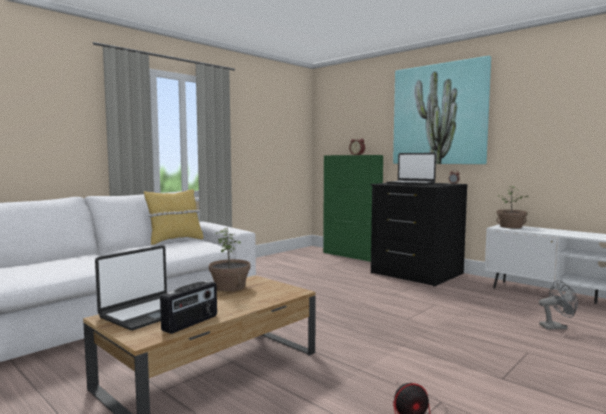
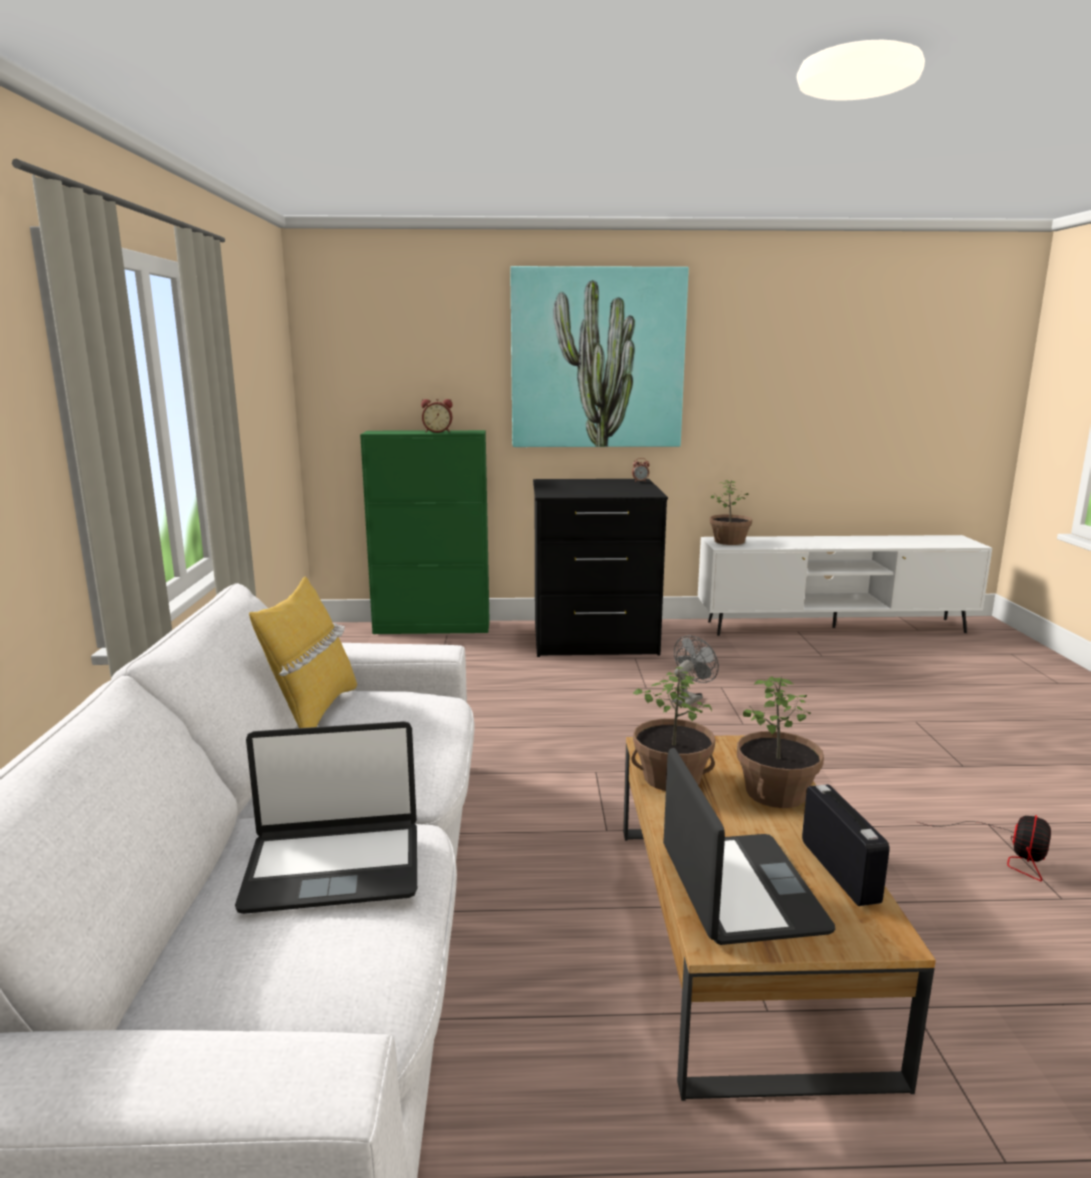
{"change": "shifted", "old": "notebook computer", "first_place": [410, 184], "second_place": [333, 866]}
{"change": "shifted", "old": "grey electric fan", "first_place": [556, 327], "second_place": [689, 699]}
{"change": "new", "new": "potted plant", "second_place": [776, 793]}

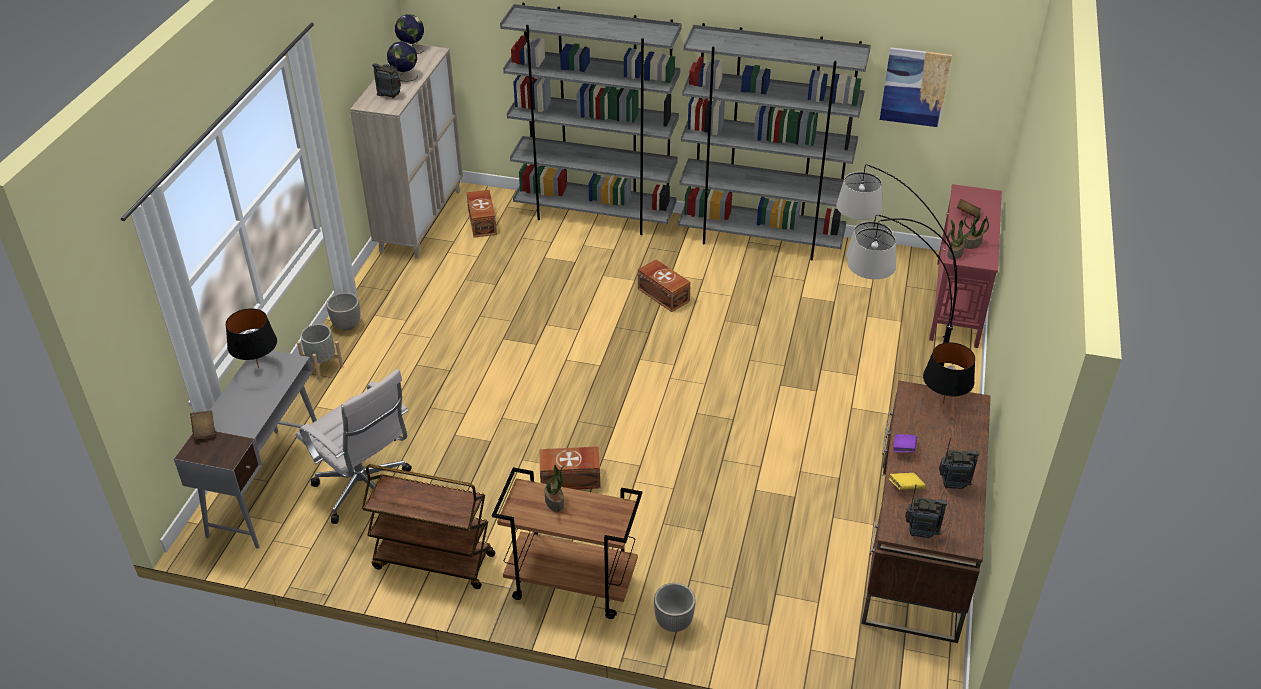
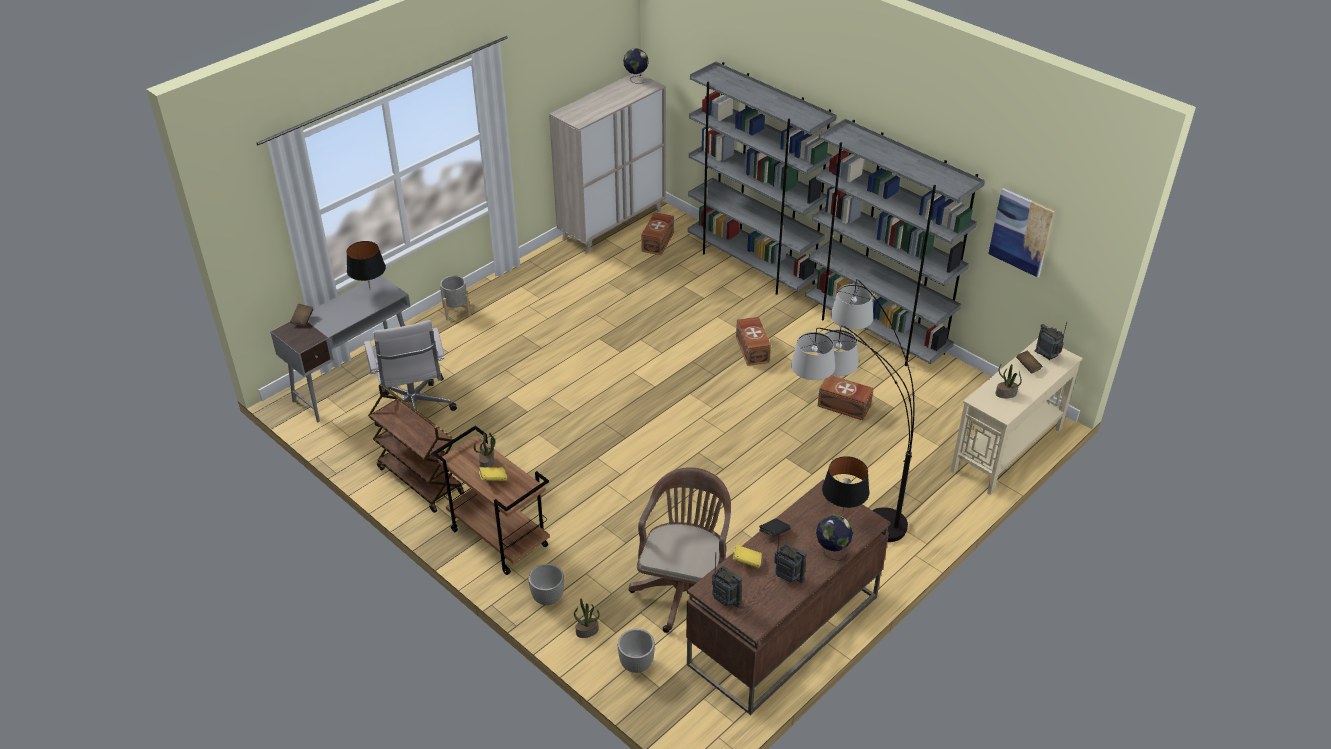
{"change": "new", "new": "yellow-coloured volume", "second_place": [493, 479]}
{"change": "shifted", "old": "potted plant", "first_place": [954, 253], "second_place": [587, 631]}
{"change": "shifted", "old": "flower pot", "first_place": [347, 325], "second_place": [637, 664]}
{"change": "new", "new": "brownish office chair", "second_place": [684, 588]}
{"change": "repainted", "old": "purple volume", "new": "black-coloured volume", "first_place": [903, 449], "second_place": [774, 533]}
{"change": "shifted", "old": "world globe", "first_place": [404, 77], "second_place": [831, 551]}
{"change": "shifted", "old": "brownish storage bin", "first_place": [571, 479], "second_place": [844, 406]}
{"change": "repainted", "old": "red console table", "new": "beige-coloured console table", "first_place": [956, 303], "second_place": [1006, 449]}
{"change": "shifted", "old": "radio", "first_place": [390, 96], "second_place": [1047, 356]}

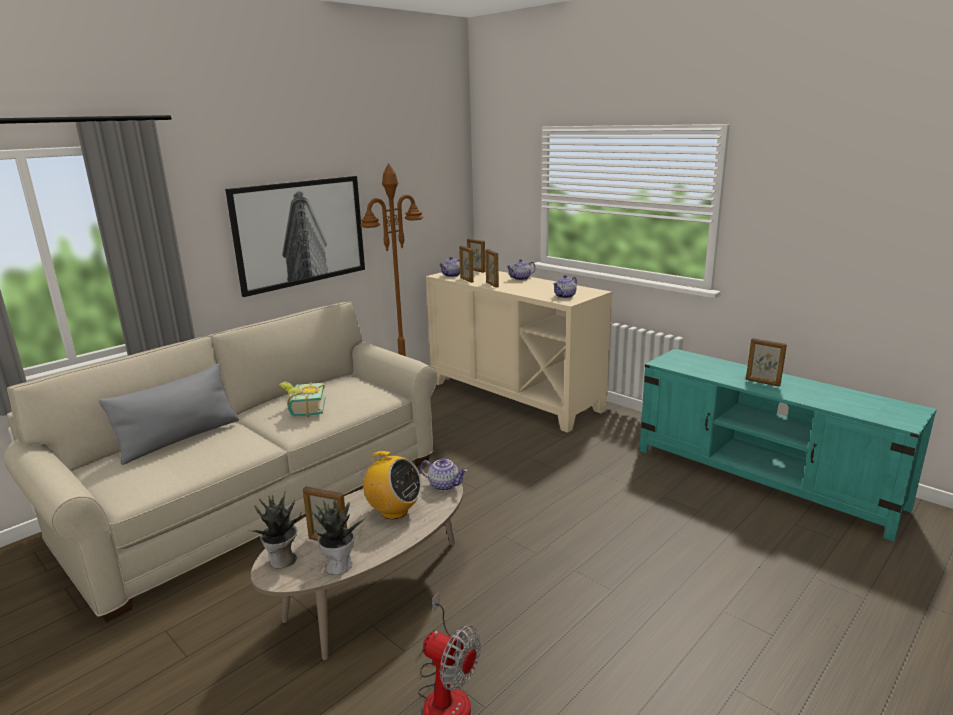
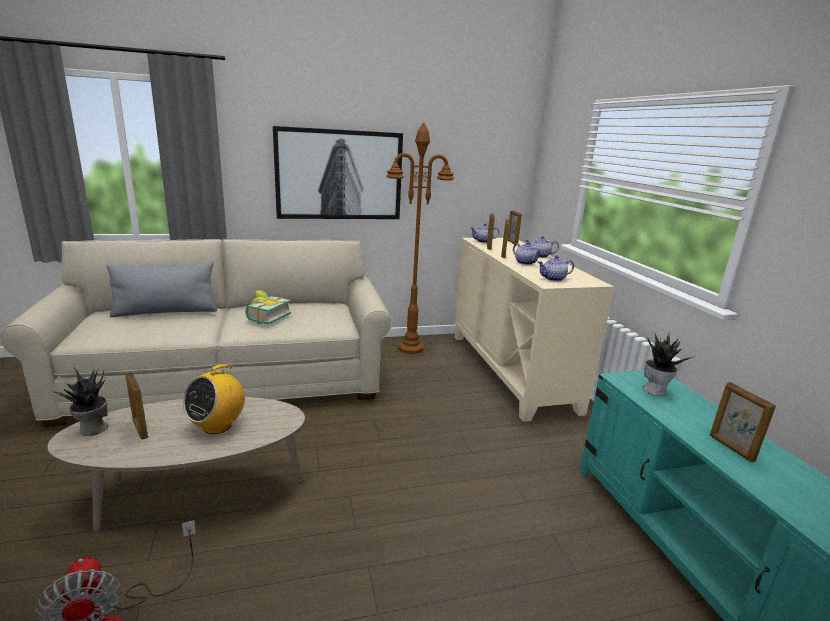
{"change": "rotated", "old": "radio", "first_place": [394, 511], "second_place": [217, 426], "degrees": 60}
{"change": "shifted", "old": "tea pot", "first_place": [444, 485], "second_place": [525, 263]}
{"change": "shifted", "old": "potted plant", "first_place": [339, 565], "second_place": [655, 390]}

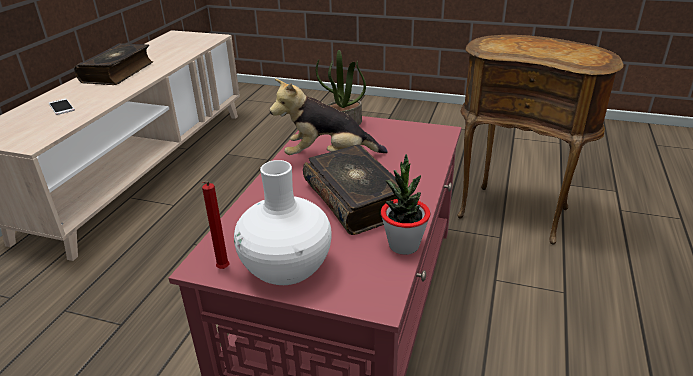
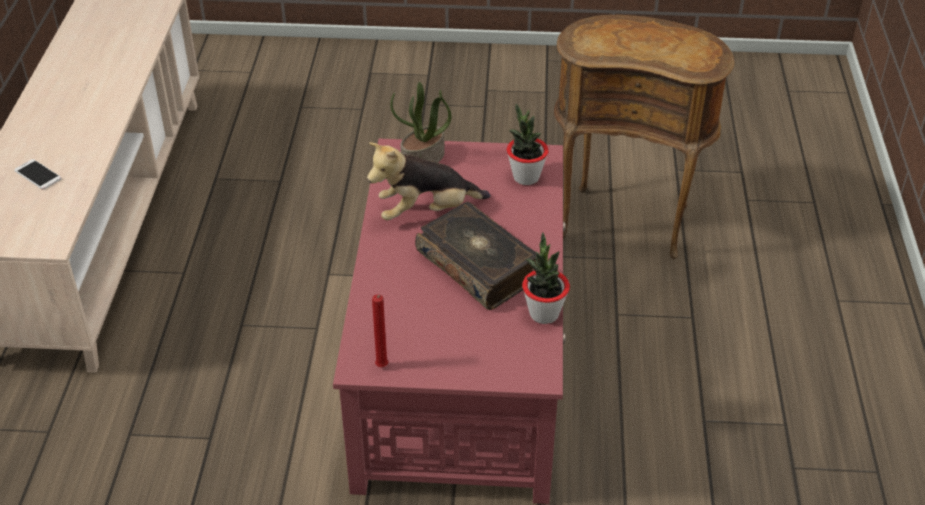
{"change": "new", "new": "potted plant", "second_place": [526, 177]}
{"change": "gone", "old": "volume", "first_place": [118, 72]}
{"change": "gone", "old": "whitish flower vase", "first_place": [286, 268]}

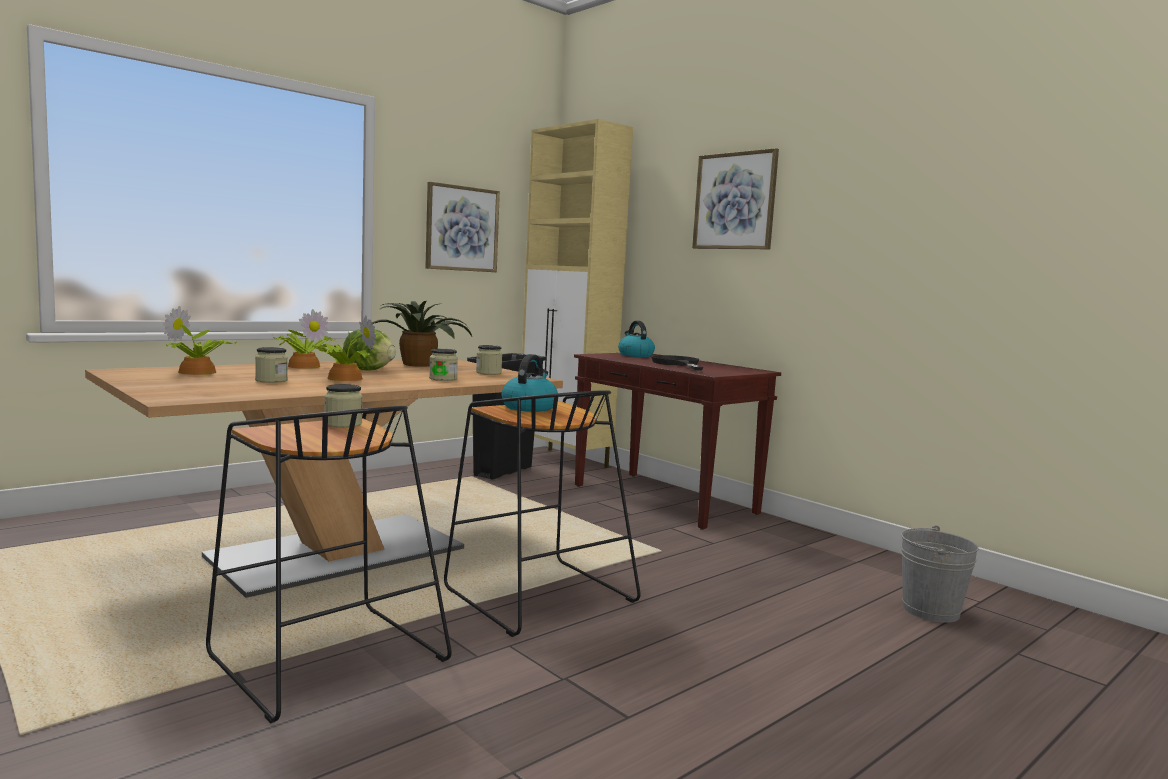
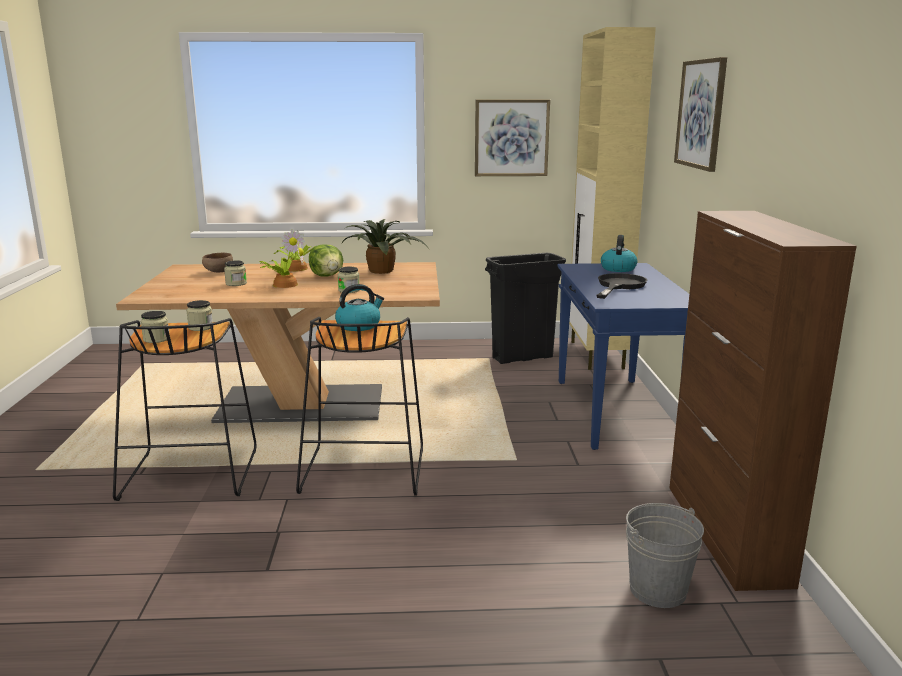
{"change": "shifted", "old": "preserve jar", "first_place": [488, 373], "second_place": [156, 339]}
{"change": "swapped", "old": "potted plant", "new": "brownish serving bowl", "first_place": [197, 372], "second_place": [218, 272]}
{"change": "repainted", "old": "brownish console table", "new": "blue console table", "first_place": [665, 500], "second_place": [616, 413]}
{"change": "new", "new": "brownish cupboard", "second_place": [726, 533]}

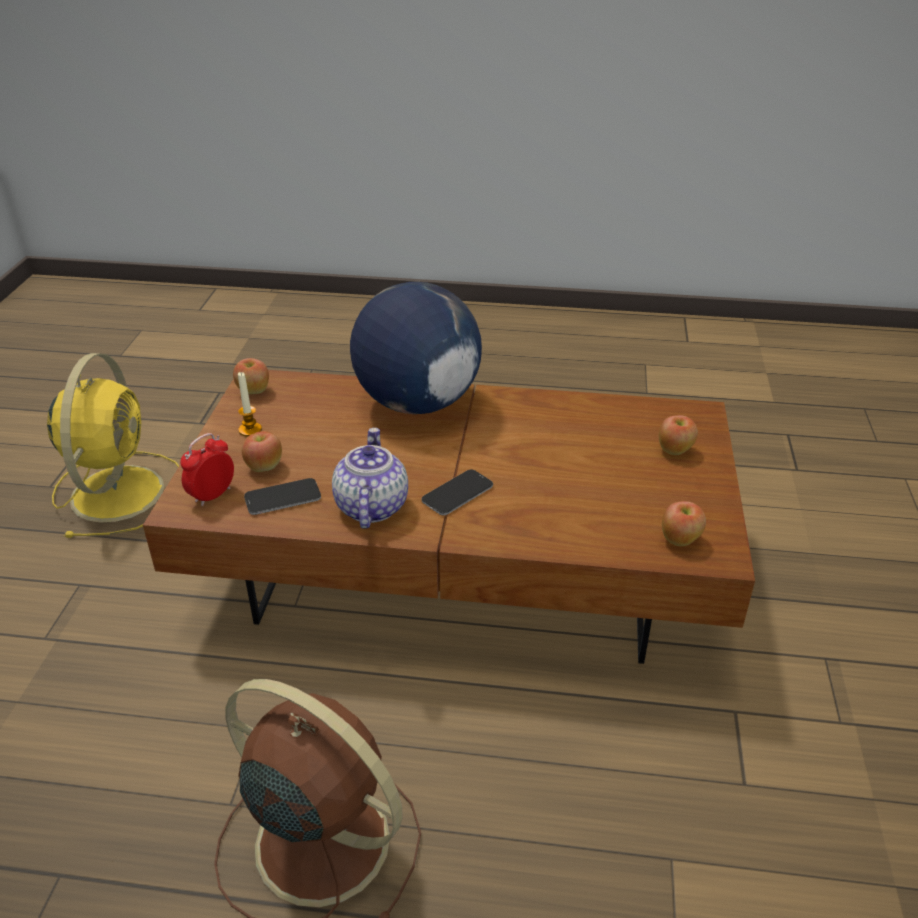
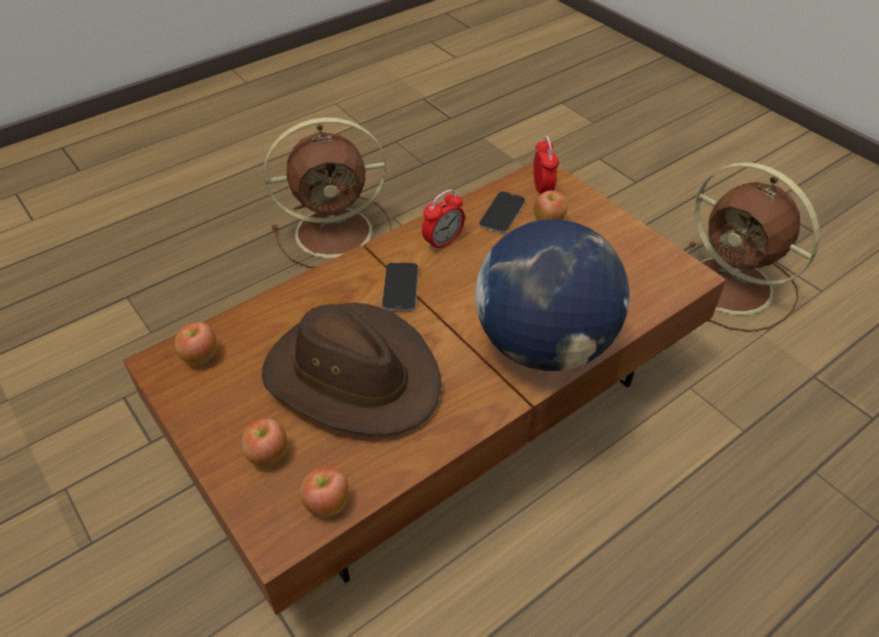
{"change": "new", "new": "brownish wearable hat", "second_place": [353, 375]}
{"change": "shifted", "old": "apple", "first_place": [253, 391], "second_place": [327, 504]}
{"change": "swapped", "old": "tea pot", "new": "alarm clock", "first_place": [370, 506], "second_place": [443, 242]}
{"change": "repainted", "old": "yellow-coloured electric fan", "new": "brownish electric fan", "first_place": [119, 490], "second_place": [733, 287]}
{"change": "gone", "old": "wax candle", "first_place": [250, 430]}

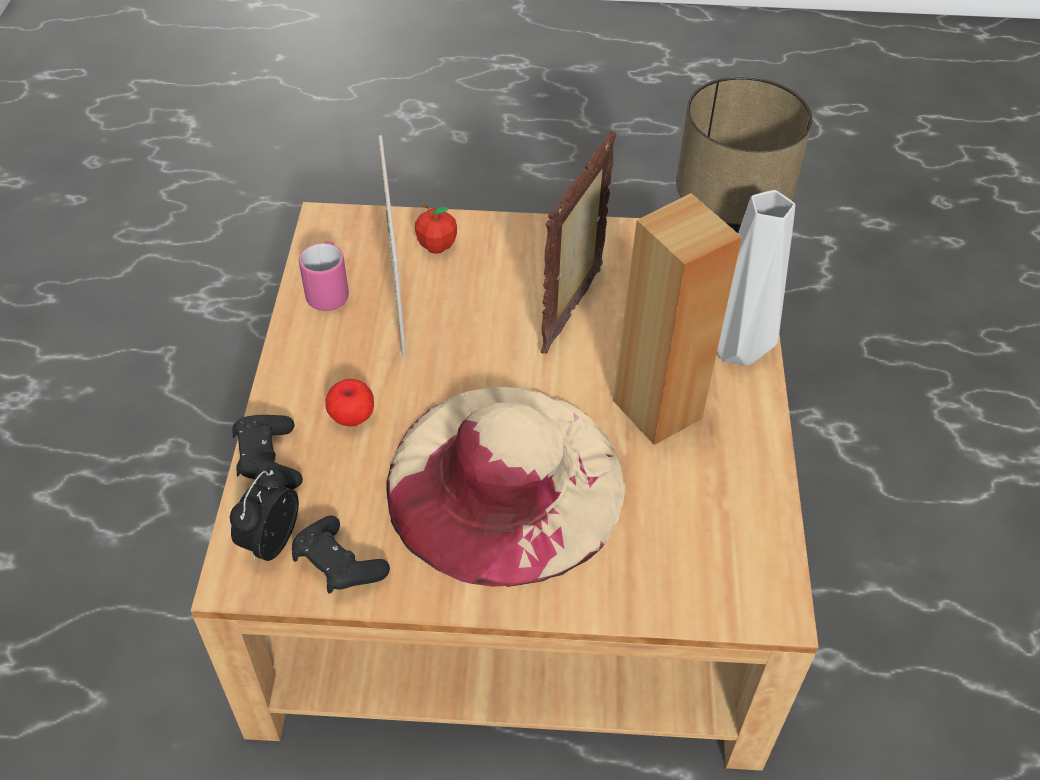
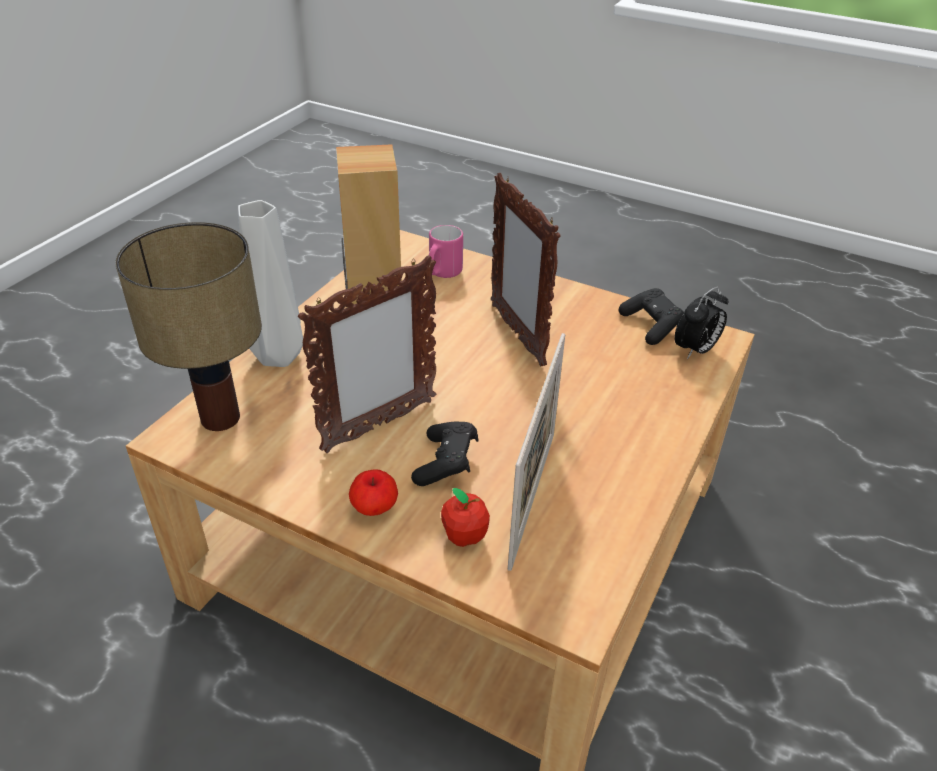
{"change": "shifted", "old": "apple", "first_place": [352, 417], "second_place": [374, 509]}
{"change": "shifted", "old": "black-coloured game controller", "first_place": [268, 461], "second_place": [446, 463]}
{"change": "shifted", "old": "pink-coloured tea mug", "first_place": [329, 292], "second_place": [442, 273]}
{"change": "swapped", "old": "beige-coloured wearable hat", "new": "picture frame", "first_place": [505, 481], "second_place": [517, 334]}

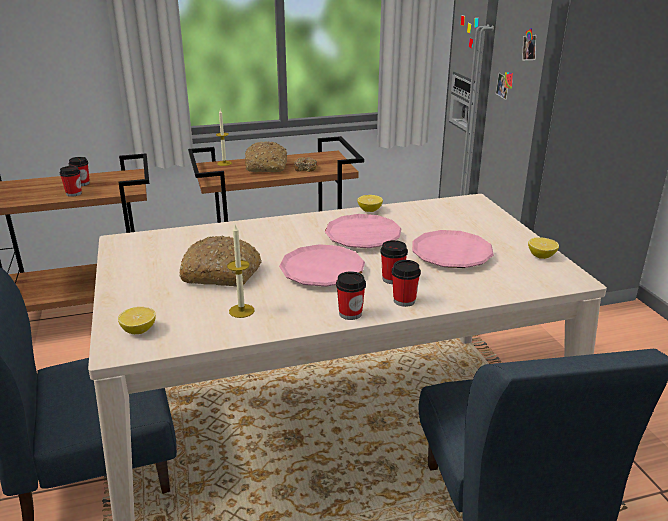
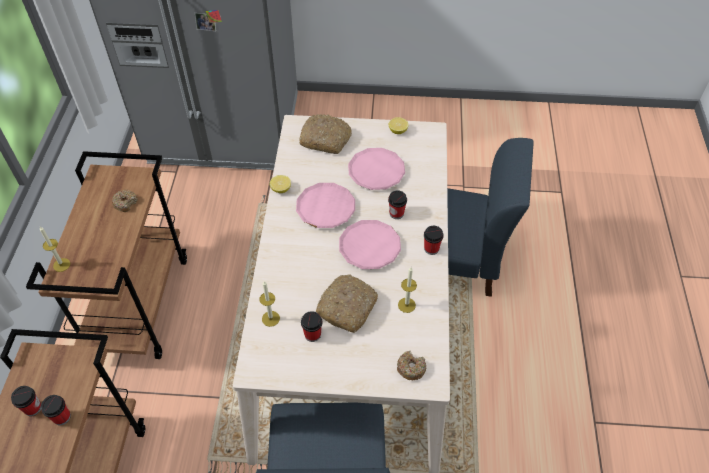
{"change": "new", "new": "wax candle", "second_place": [270, 318]}
{"change": "shifted", "old": "bread", "first_place": [267, 166], "second_place": [326, 139]}
{"change": "shifted", "old": "drinking cup", "first_place": [404, 300], "second_place": [312, 334]}
{"change": "swapped", "old": "whole lemon", "new": "doughnut", "first_place": [139, 330], "second_place": [411, 368]}

